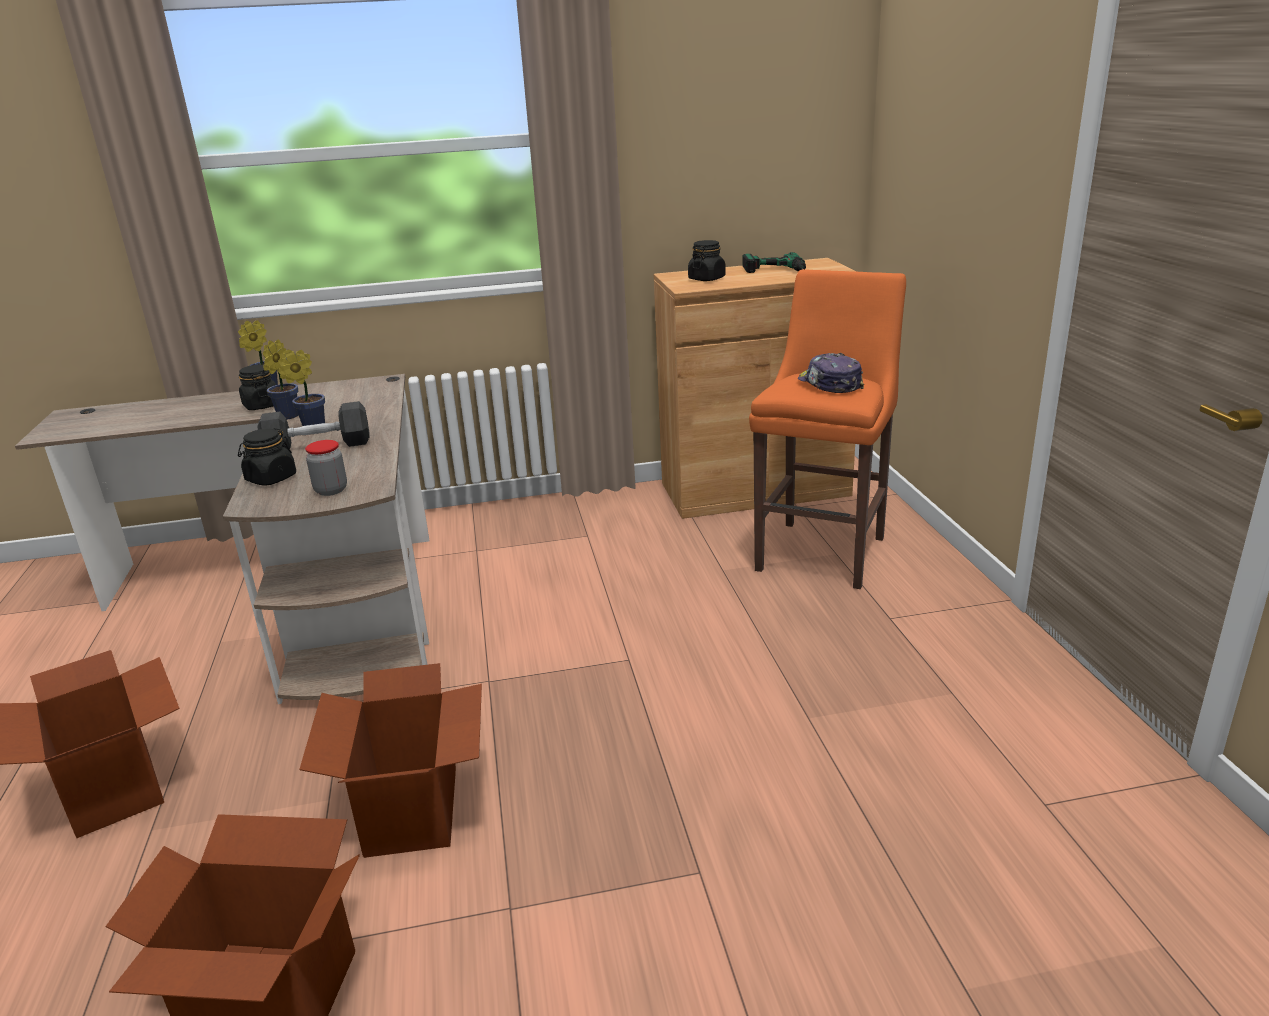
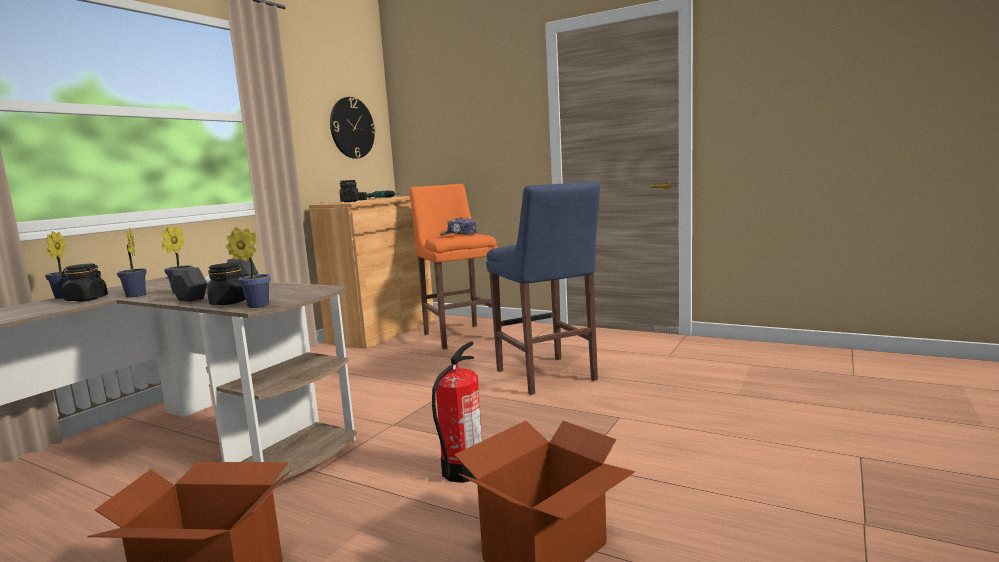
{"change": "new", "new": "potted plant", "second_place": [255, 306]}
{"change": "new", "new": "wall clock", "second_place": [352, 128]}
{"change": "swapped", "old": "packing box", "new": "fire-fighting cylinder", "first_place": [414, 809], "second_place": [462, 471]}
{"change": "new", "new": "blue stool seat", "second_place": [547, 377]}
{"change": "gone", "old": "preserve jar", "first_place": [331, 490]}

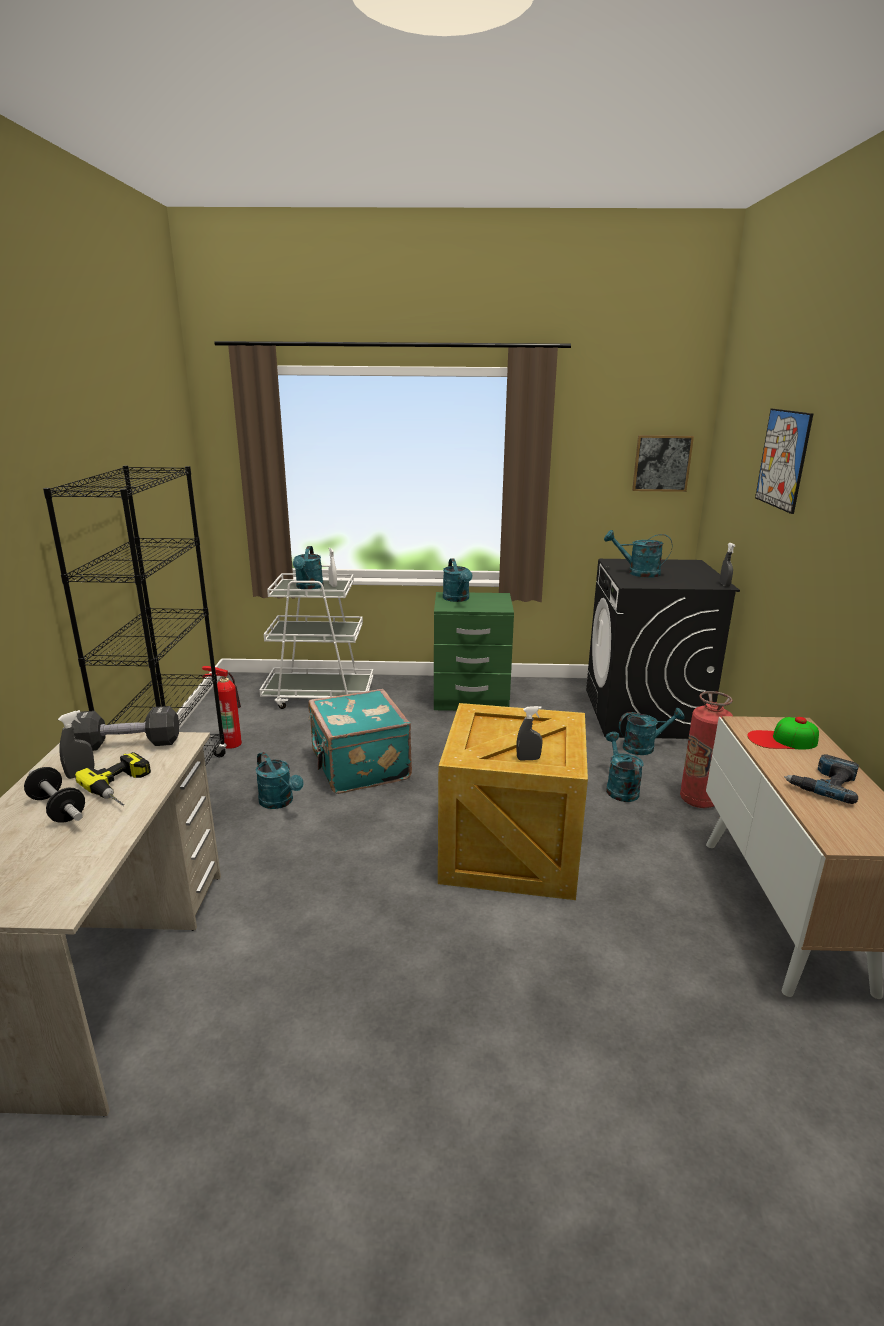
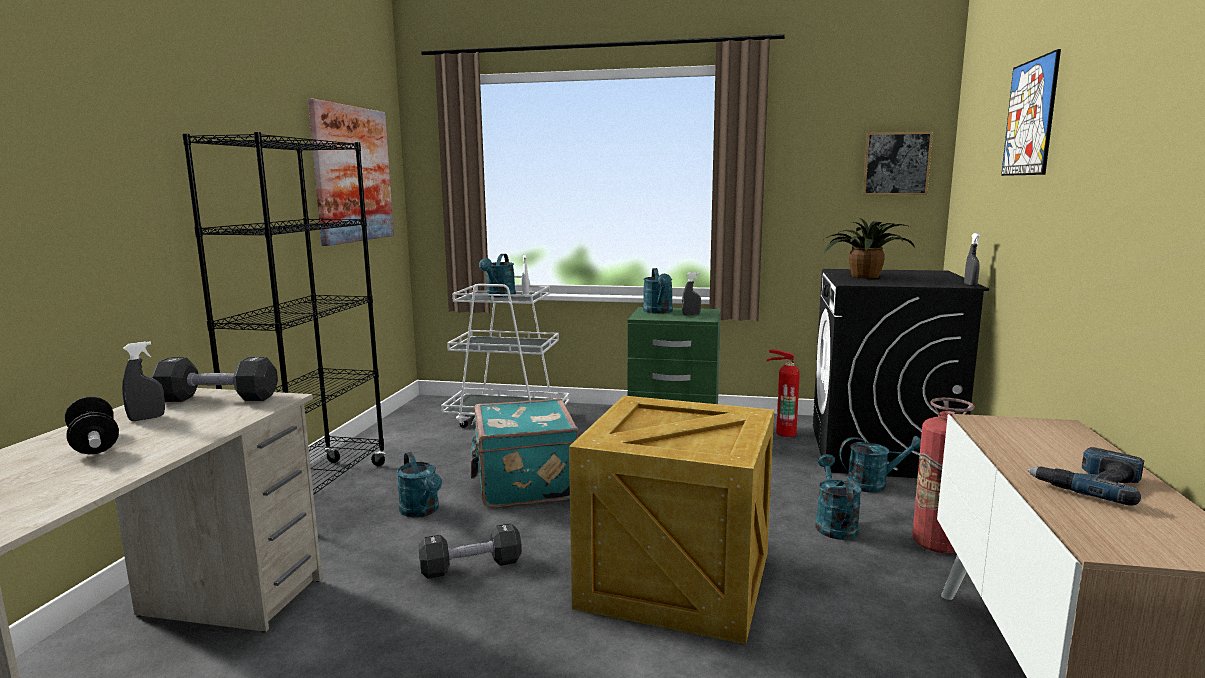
{"change": "new", "new": "wall art", "second_place": [352, 174]}
{"change": "new", "new": "black-coloured dumbbell", "second_place": [471, 567]}
{"change": "shifted", "old": "grey hand sprayer", "first_place": [528, 759], "second_place": [691, 315]}
{"change": "shifted", "old": "fire-fighting cylinder", "first_place": [231, 743], "second_place": [784, 433]}
{"change": "swapped", "old": "turquoise-coloured sprinkling can", "new": "potted plant", "first_place": [637, 573], "second_place": [864, 277]}
{"change": "gone", "old": "drill", "first_place": [124, 787]}
{"change": "gone", "old": "cap", "first_place": [782, 740]}

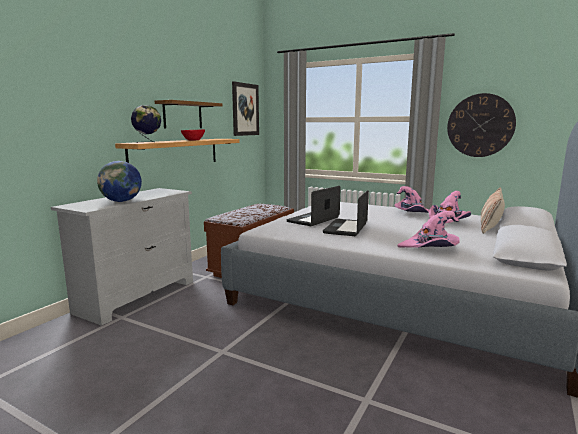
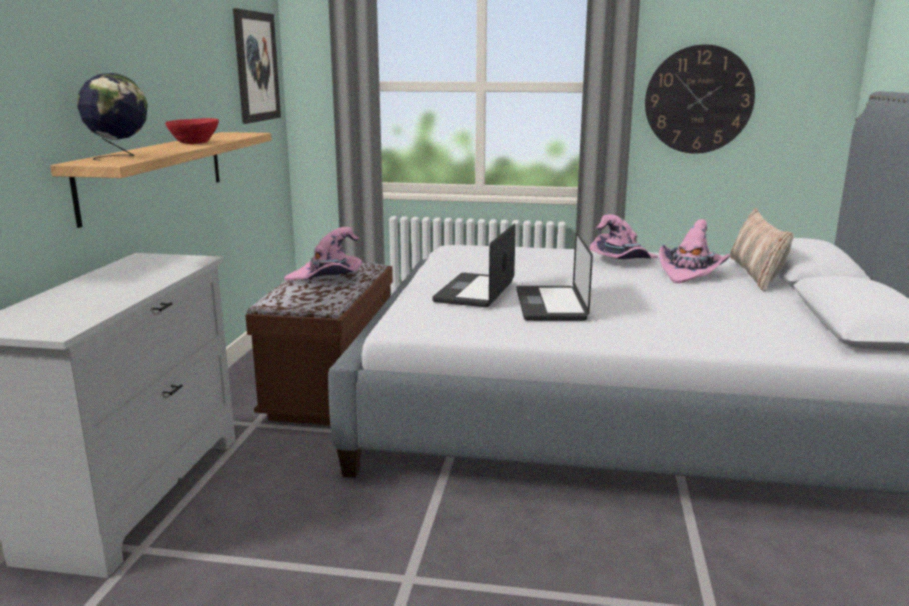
{"change": "shifted", "old": "pink-coloured wearable hat", "first_place": [430, 248], "second_place": [327, 277]}
{"change": "gone", "old": "world globe", "first_place": [121, 201]}
{"change": "gone", "old": "shelf", "first_place": [182, 115]}

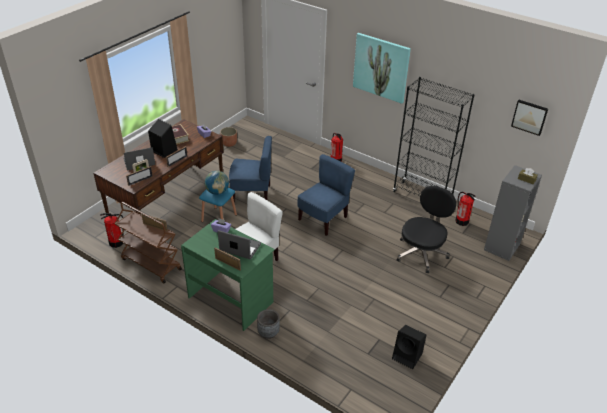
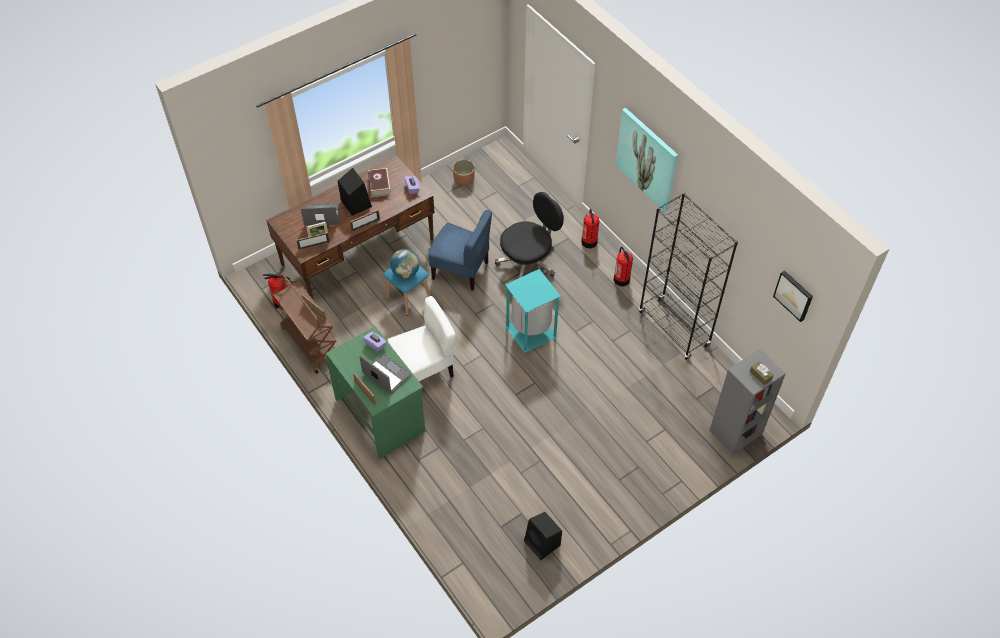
{"change": "shifted", "old": "black-coloured office chair", "first_place": [421, 253], "second_place": [528, 262]}
{"change": "swapped", "old": "blue plain chair", "new": "turquoise-coloured rubbish bin", "first_place": [323, 219], "second_place": [532, 331]}
{"change": "shifted", "old": "fire-fighting cylinder", "first_place": [461, 221], "second_place": [621, 279]}
{"change": "gone", "old": "grey flower pot", "first_place": [268, 333]}

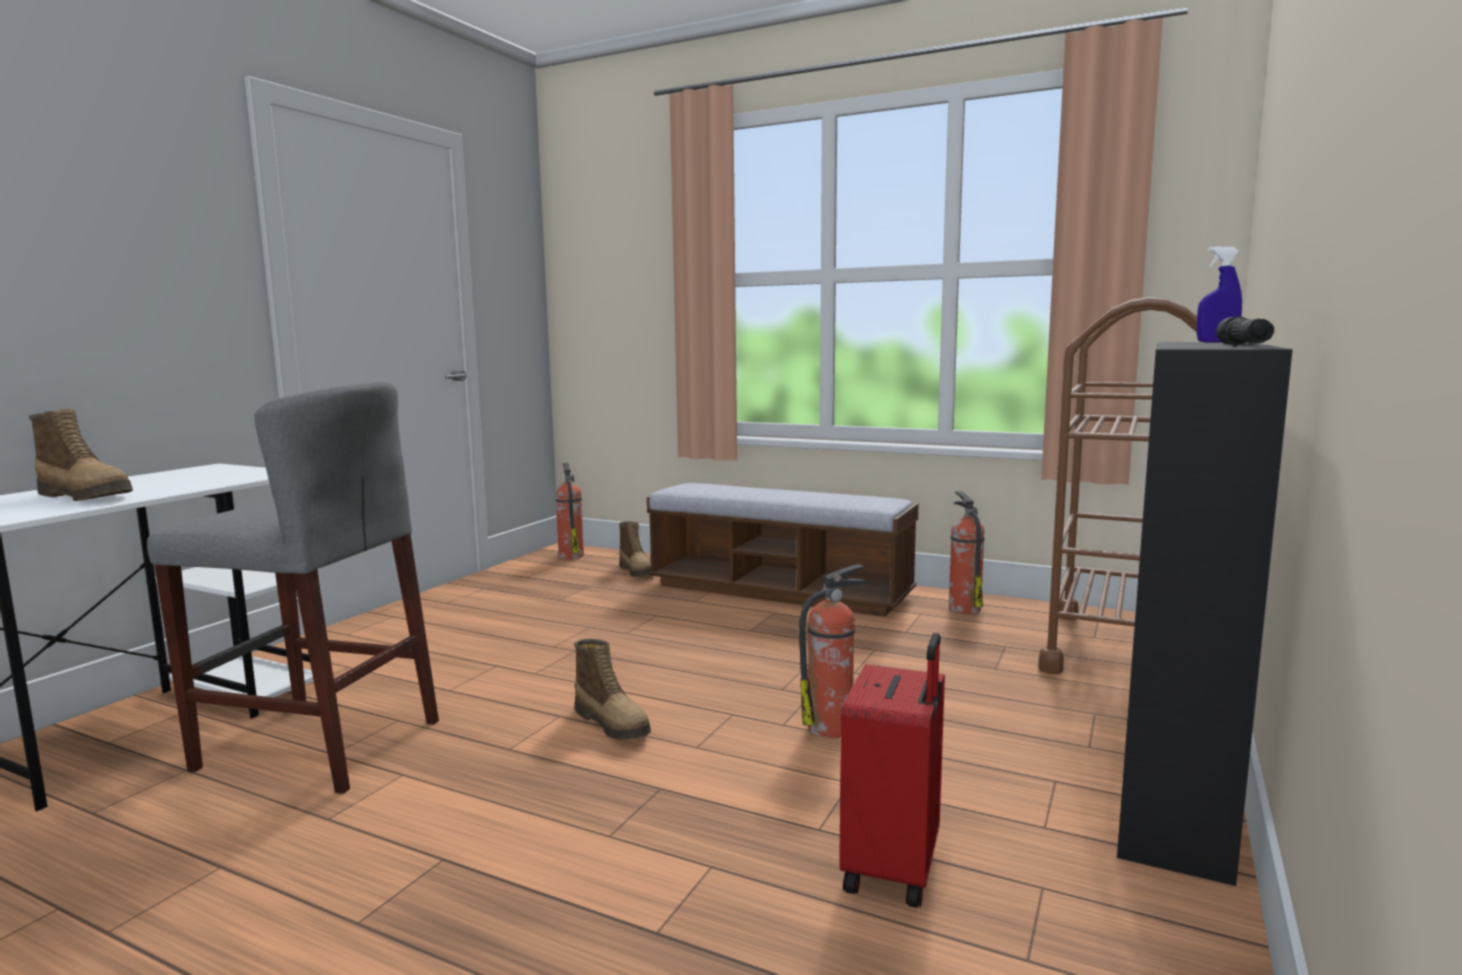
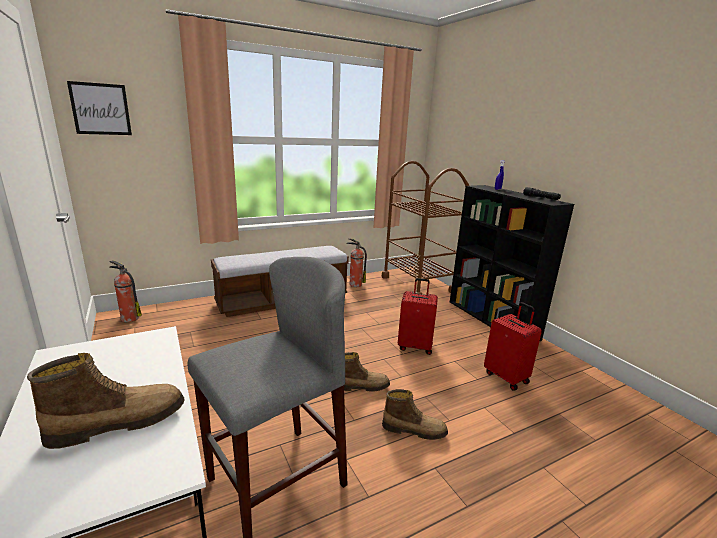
{"change": "new", "new": "wall art", "second_place": [101, 109]}
{"change": "shifted", "old": "tall boot", "first_place": [637, 572], "second_place": [414, 430]}
{"change": "swapped", "old": "fire-fighting cylinder", "new": "red piece of luggage", "first_place": [832, 727], "second_place": [415, 346]}

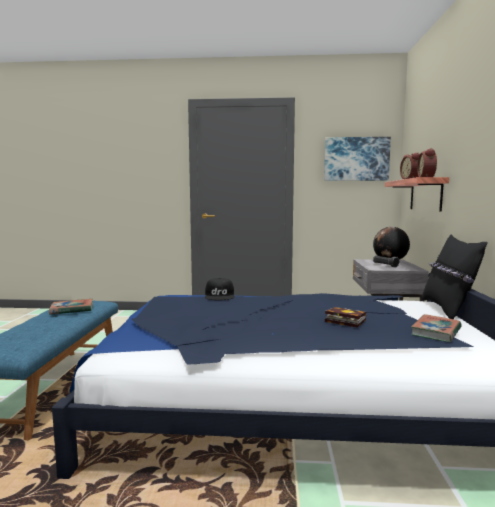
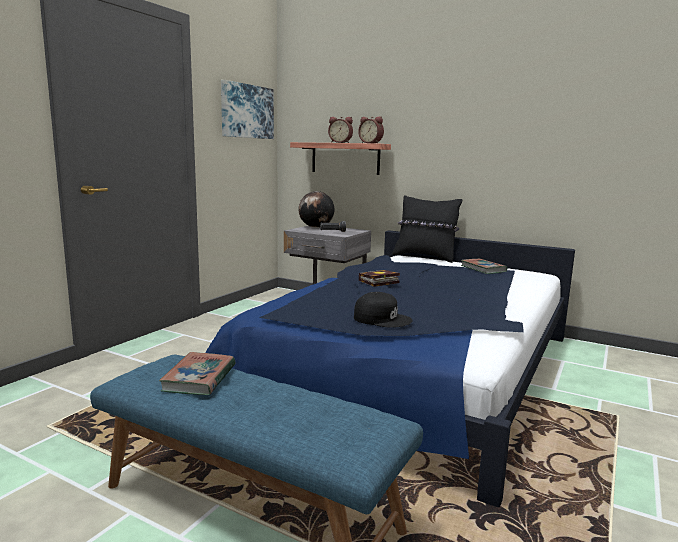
{"change": "shifted", "old": "black-coloured cap", "first_place": [220, 295], "second_place": [382, 319]}
{"change": "shifted", "old": "volume", "first_place": [343, 320], "second_place": [377, 282]}

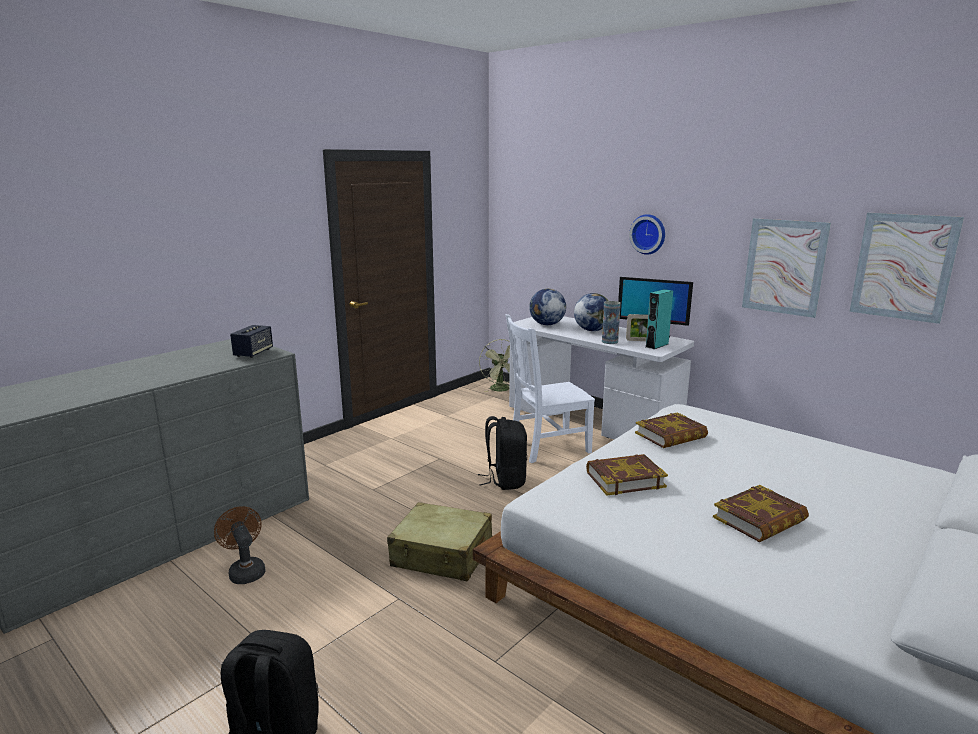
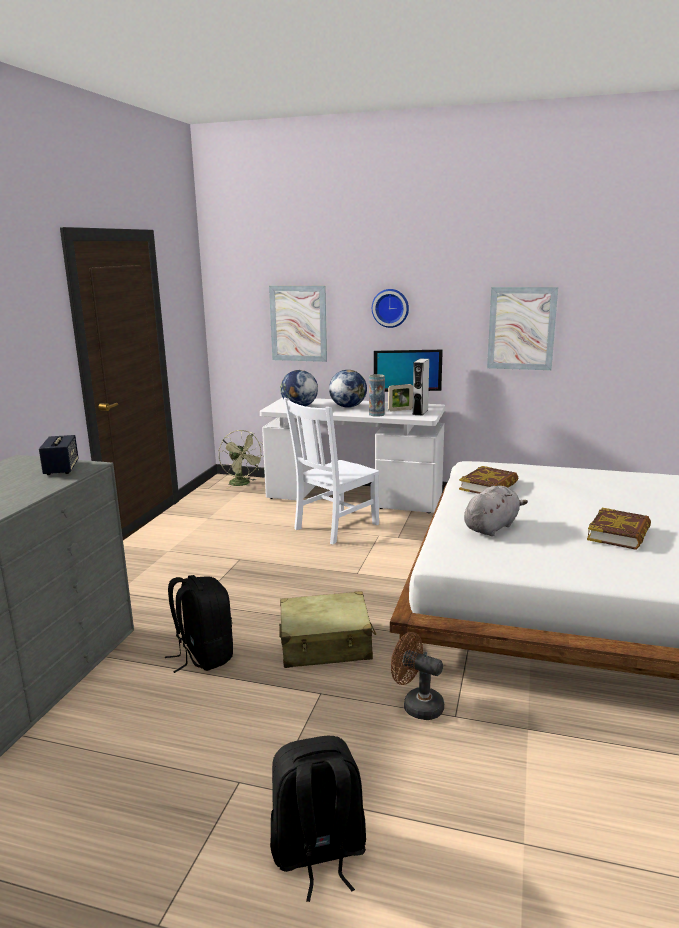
{"change": "shifted", "old": "black-coloured backpack", "first_place": [505, 480], "second_place": [203, 656]}
{"change": "shifted", "old": "wall art", "first_place": [903, 267], "second_place": [298, 323]}
{"change": "shifted", "old": "brownish electric fan", "first_place": [245, 571], "second_place": [417, 705]}
{"change": "repainted", "old": "turquoise-coloured audio speaker", "new": "grey audio speaker", "first_place": [657, 345], "second_place": [420, 412]}
{"change": "swapped", "old": "volume", "new": "grey cuddly toy", "first_place": [625, 479], "second_place": [492, 527]}

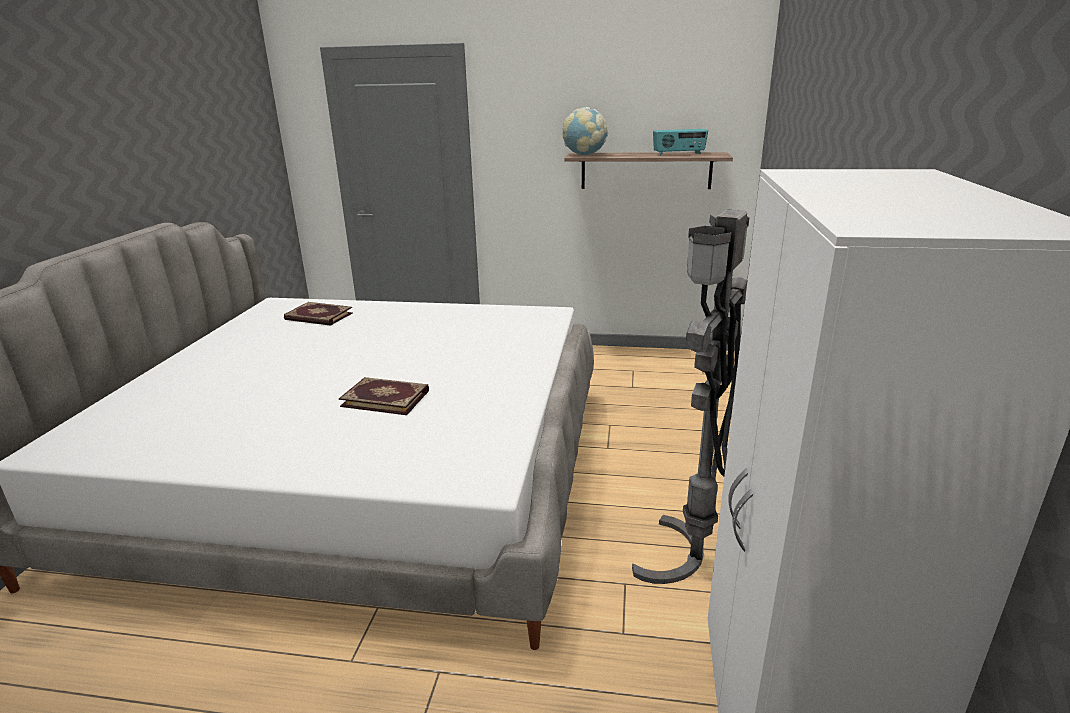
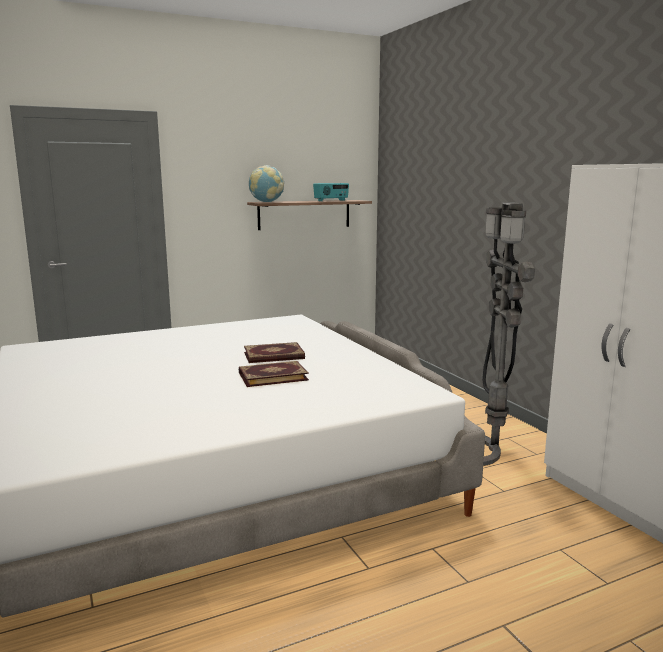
{"change": "shifted", "old": "volume", "first_place": [318, 317], "second_place": [274, 356]}

